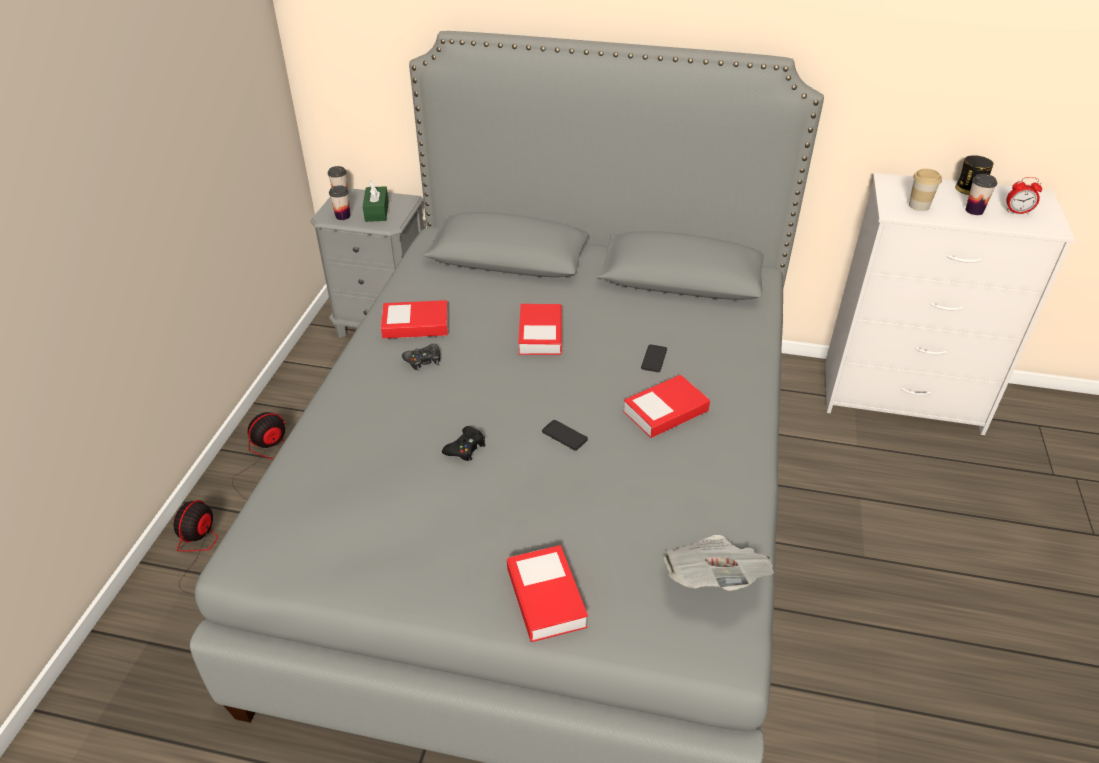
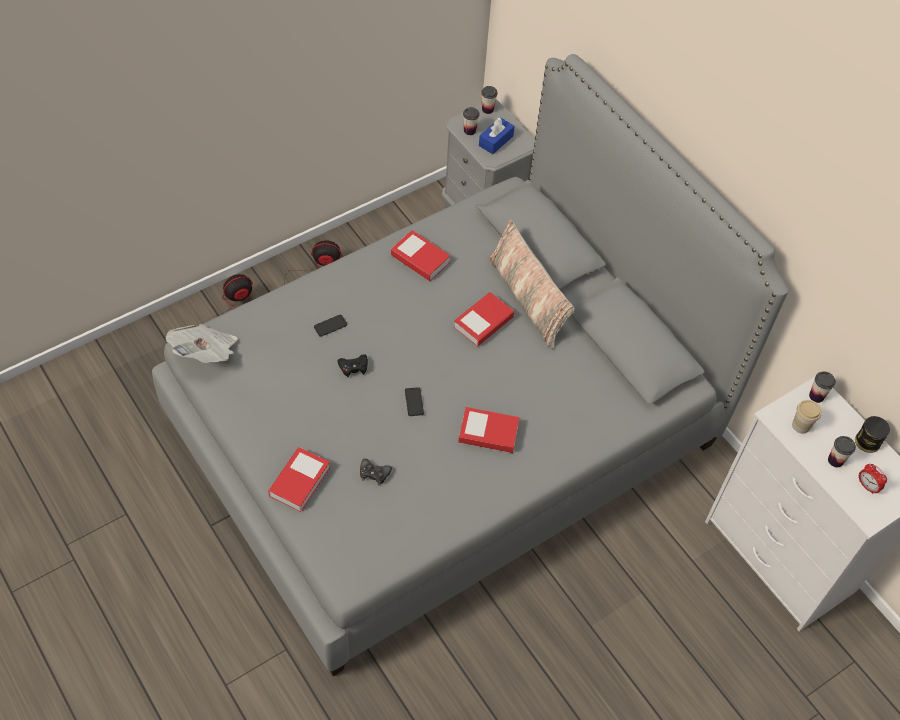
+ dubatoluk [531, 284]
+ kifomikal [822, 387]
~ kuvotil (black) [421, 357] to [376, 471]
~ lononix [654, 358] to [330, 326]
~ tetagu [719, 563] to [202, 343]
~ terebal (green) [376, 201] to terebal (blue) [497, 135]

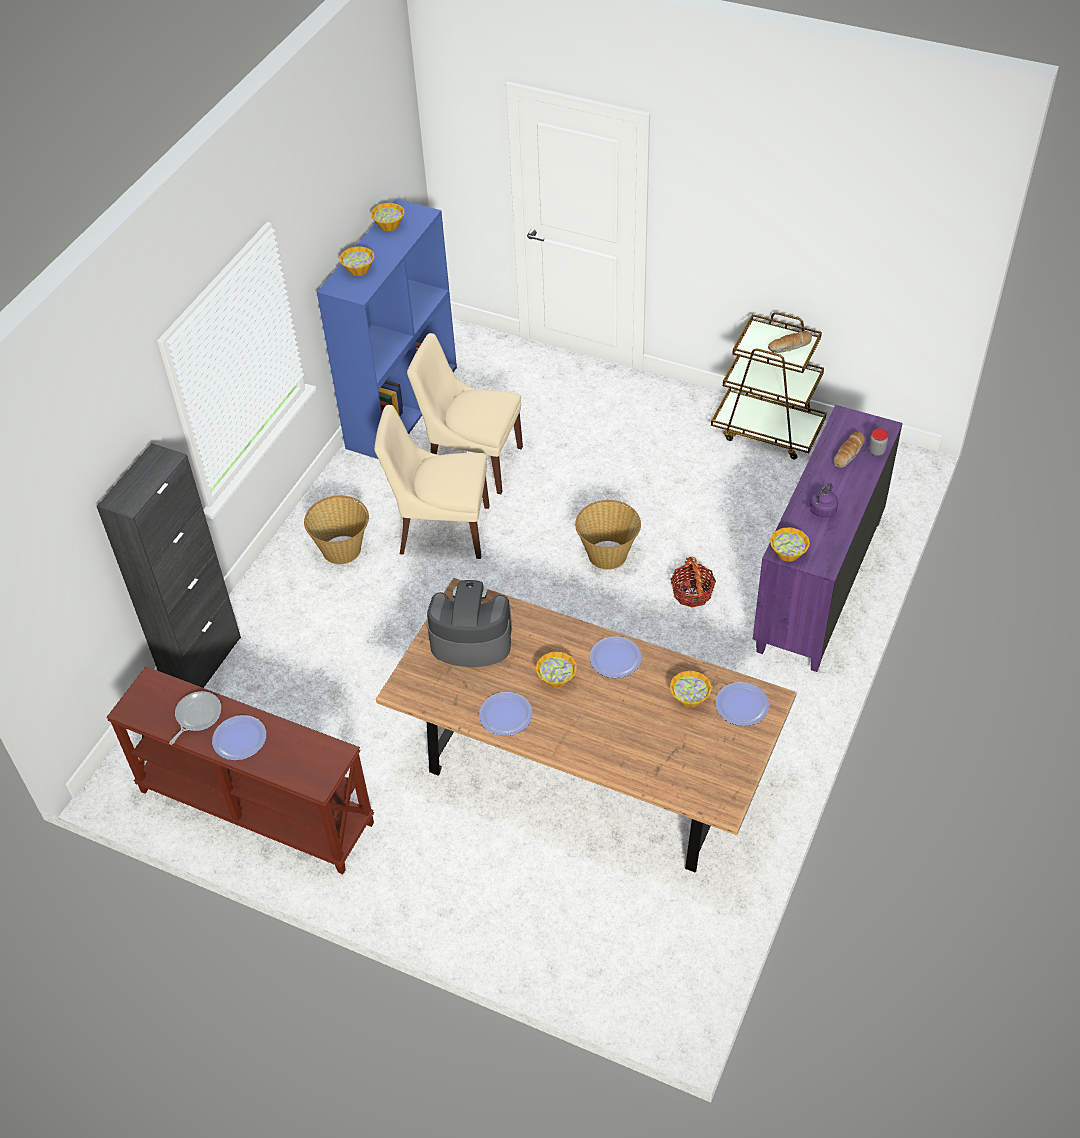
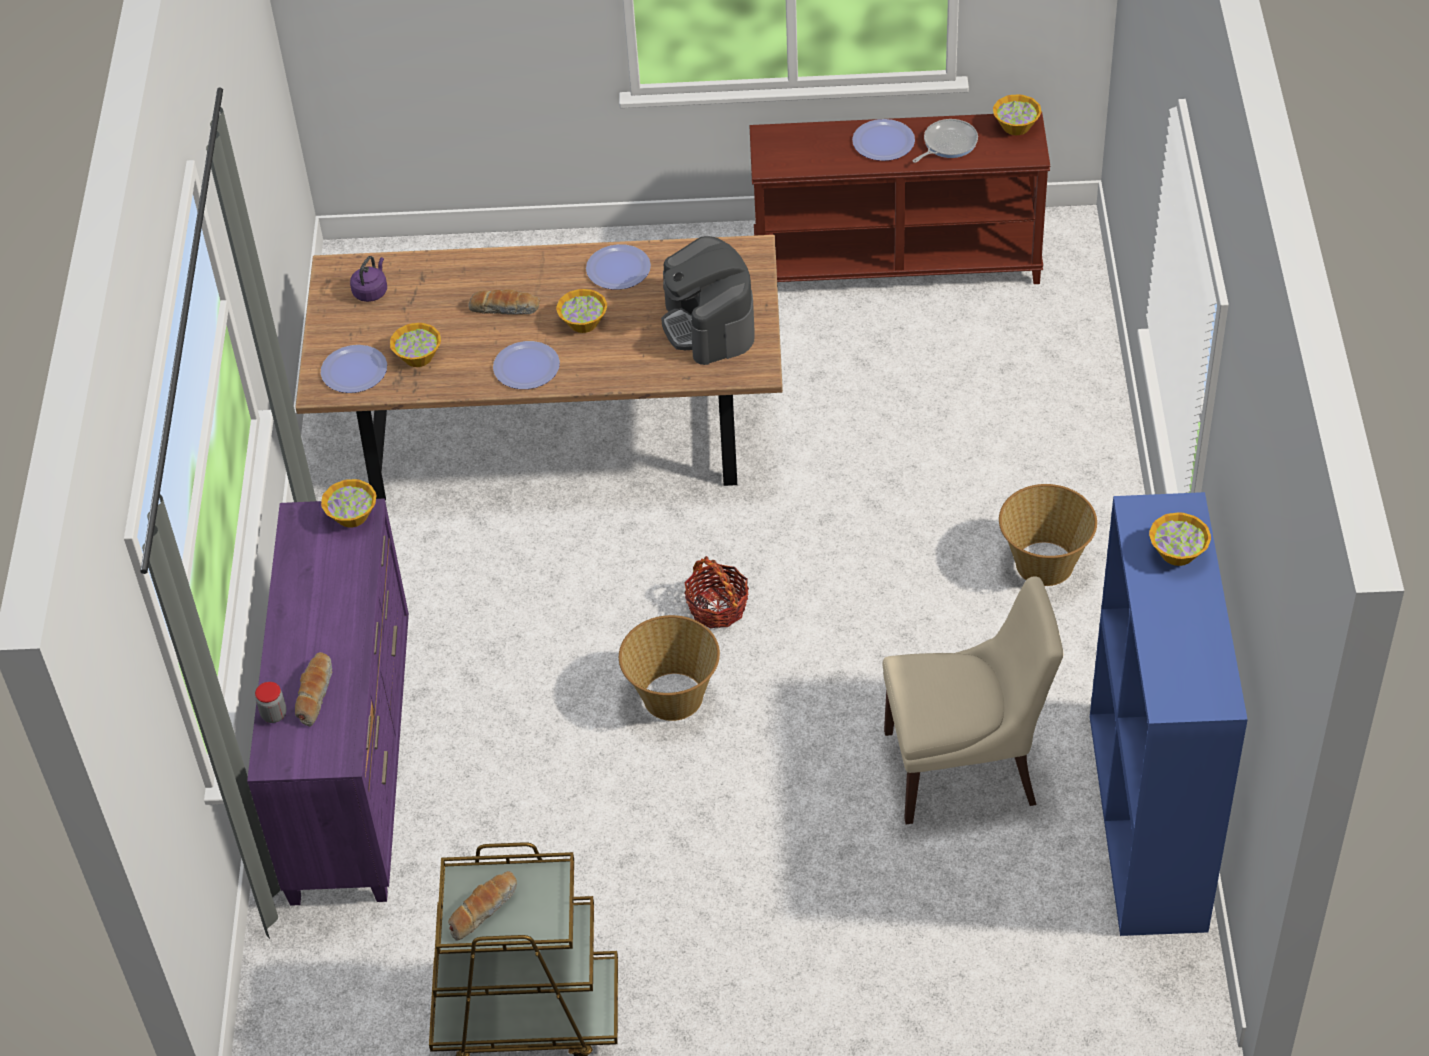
- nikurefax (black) [169, 565]
- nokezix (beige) [432, 482]
+ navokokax [504, 302]
~ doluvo [388, 217] to [1017, 114]
~ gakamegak [693, 582] to [716, 592]
~ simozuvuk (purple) [823, 500] to [368, 279]
~ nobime [195, 718] = [945, 141] 135 degrees counterclockwise
~ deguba [469, 623] = [708, 300] 90 degrees clockwise

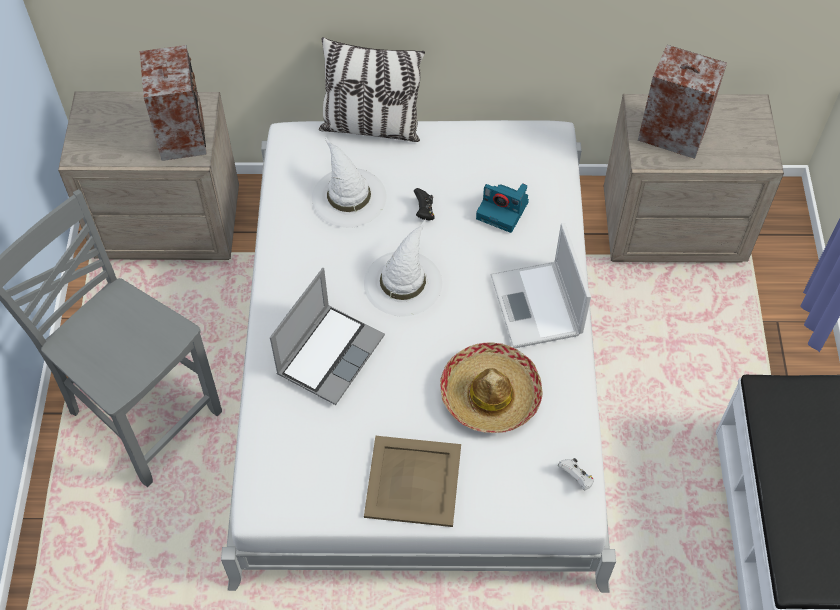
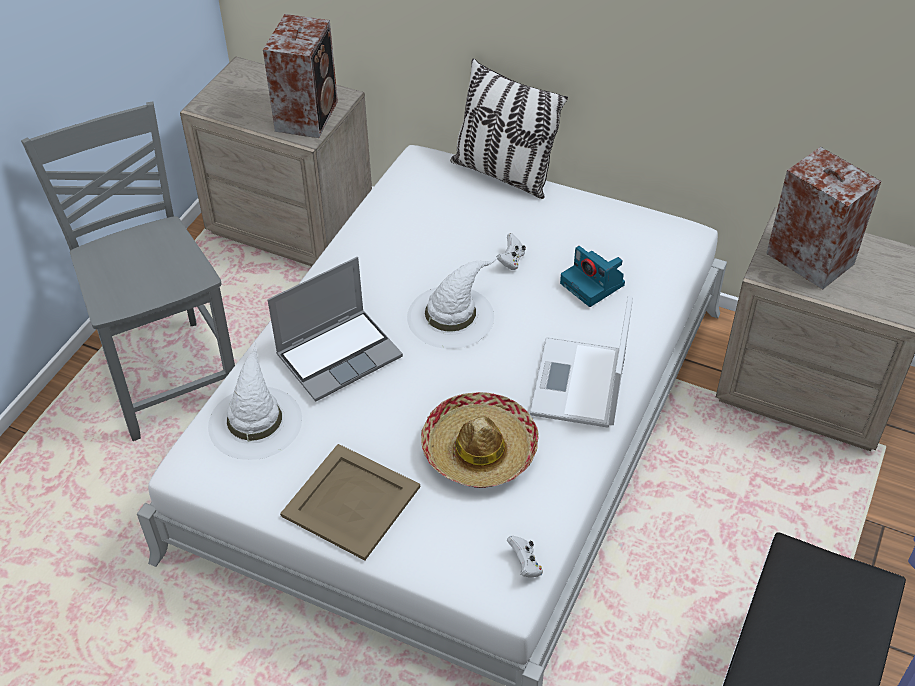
~ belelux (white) [349, 182] to [255, 401]
~ kuvotil (black) [424, 204] to kuvotil (white) [511, 251]

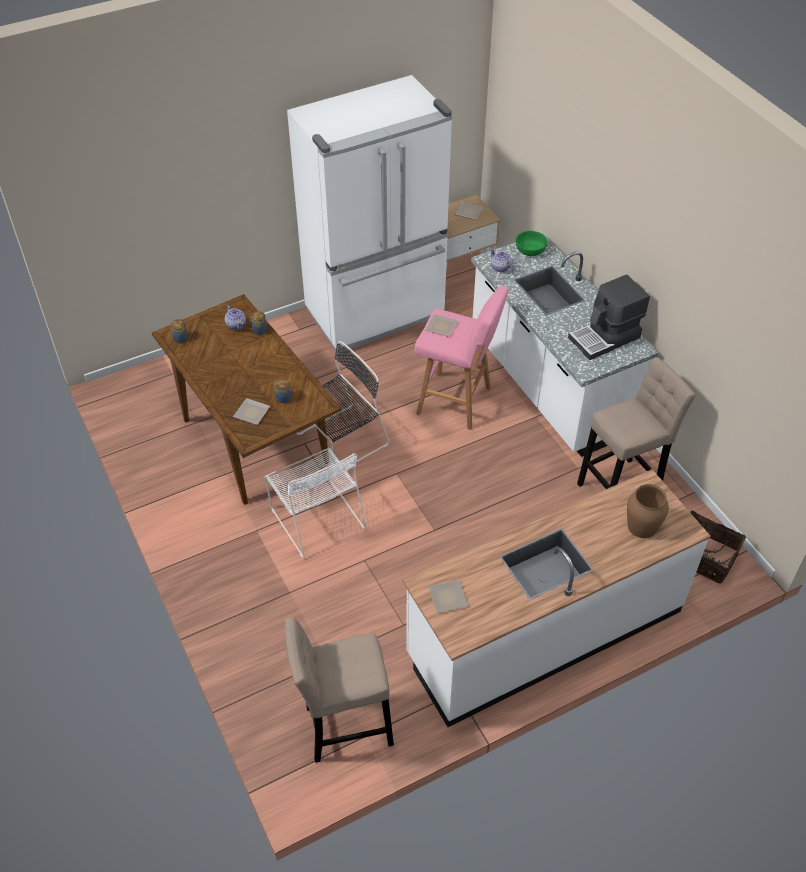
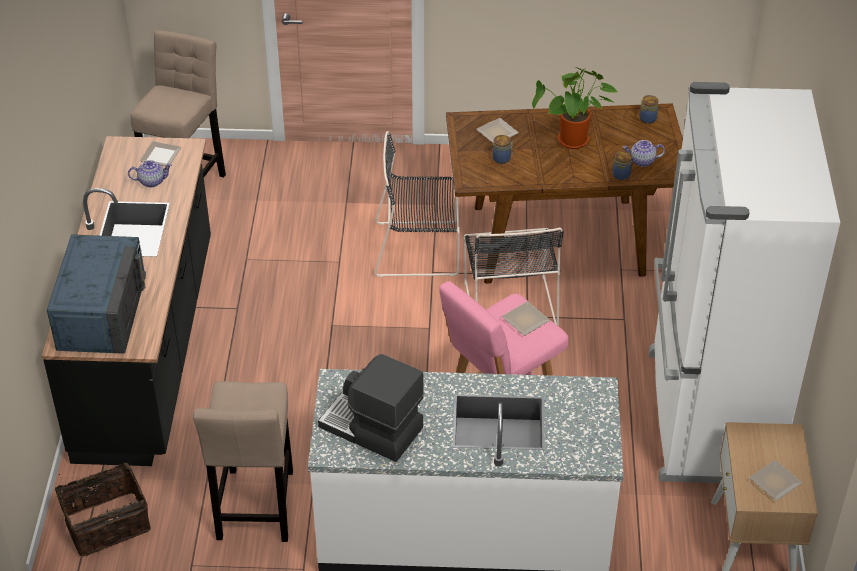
- doluvo (green) [531, 243]
+ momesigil [575, 108]
~ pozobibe [502, 260] to [150, 173]
~ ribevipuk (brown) [648, 511] to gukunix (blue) [96, 294]
~ nokezix (white) [315, 503] to nokezix (black) [417, 204]
~ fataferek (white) [556, 598] to fataferek (black) [126, 301]
~ deguba [609, 317] = [371, 408] 60 degrees counterclockwise

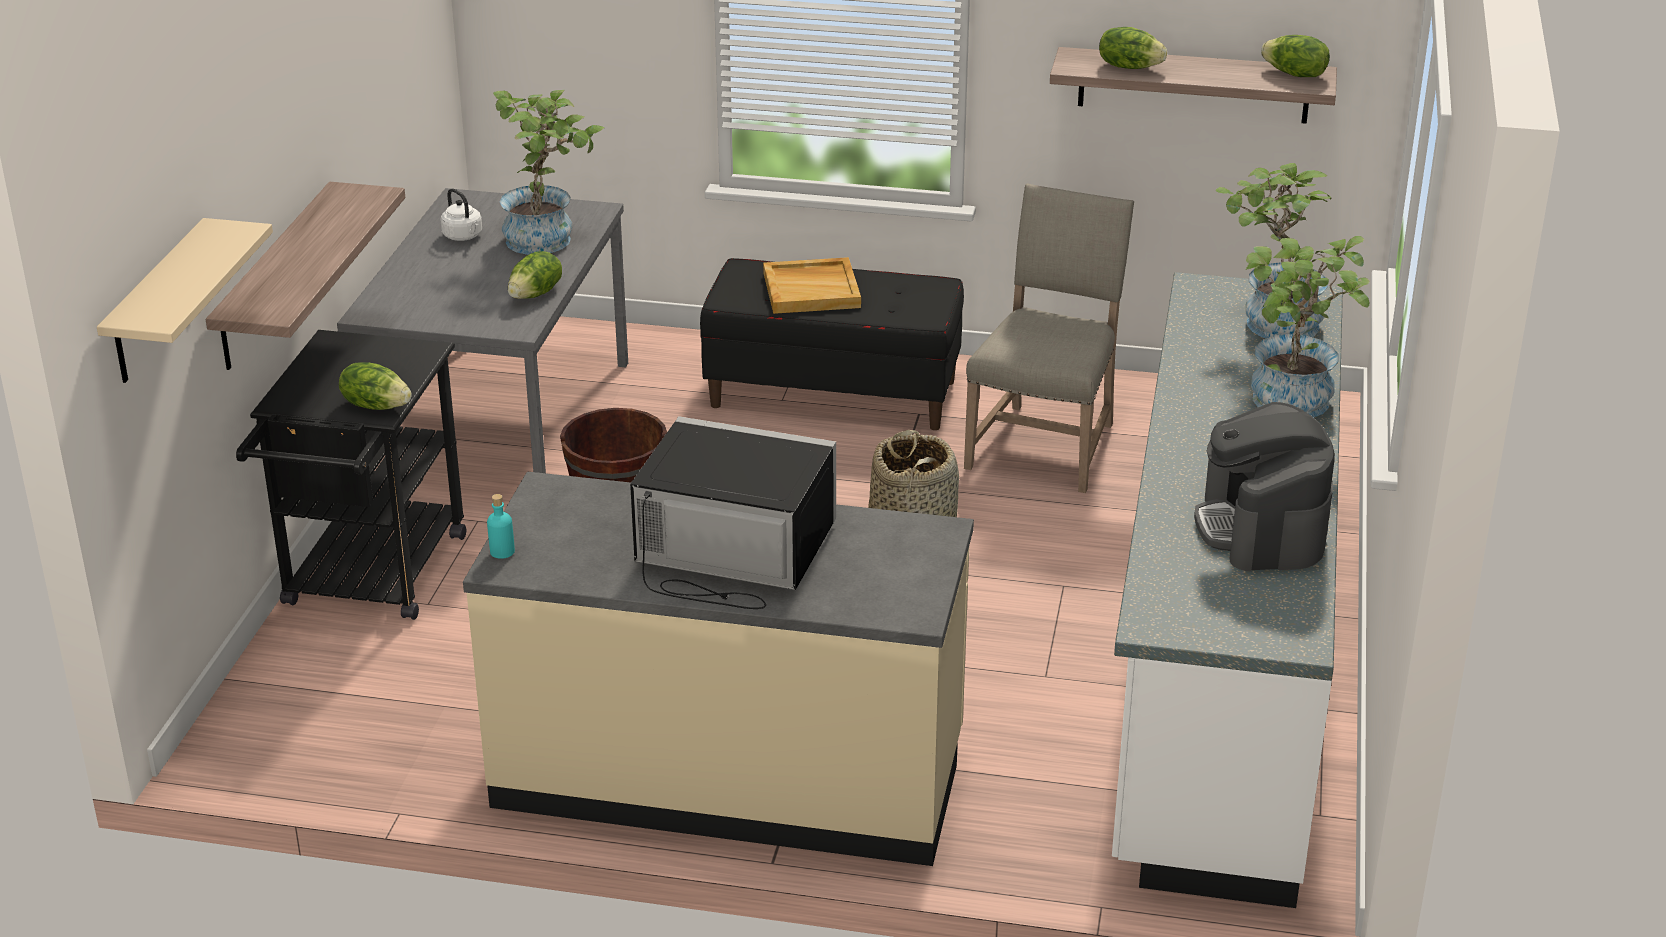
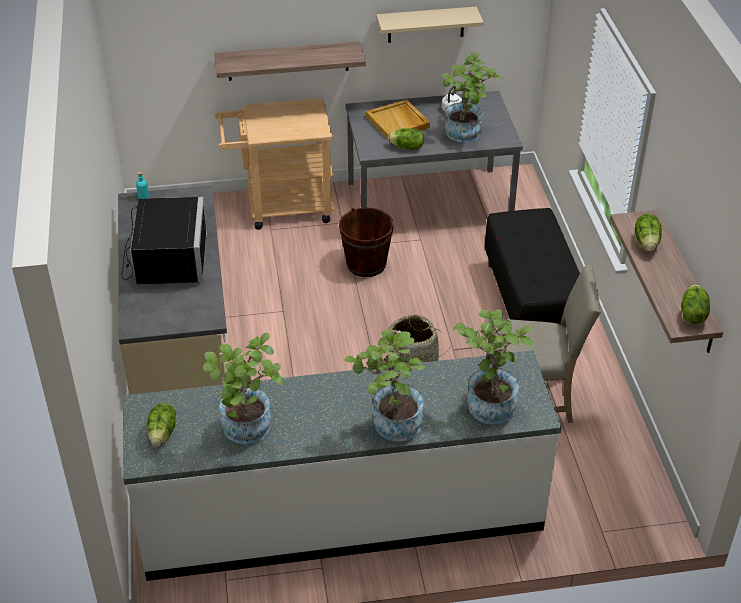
~ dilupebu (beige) [185, 300] to [430, 25]
~ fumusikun [375, 386] to [161, 425]
~ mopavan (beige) [812, 285] to [398, 119]
~ deguba [1264, 486] to momesigil [244, 388]
~ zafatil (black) [351, 475] to zafatil (beige) [275, 164]

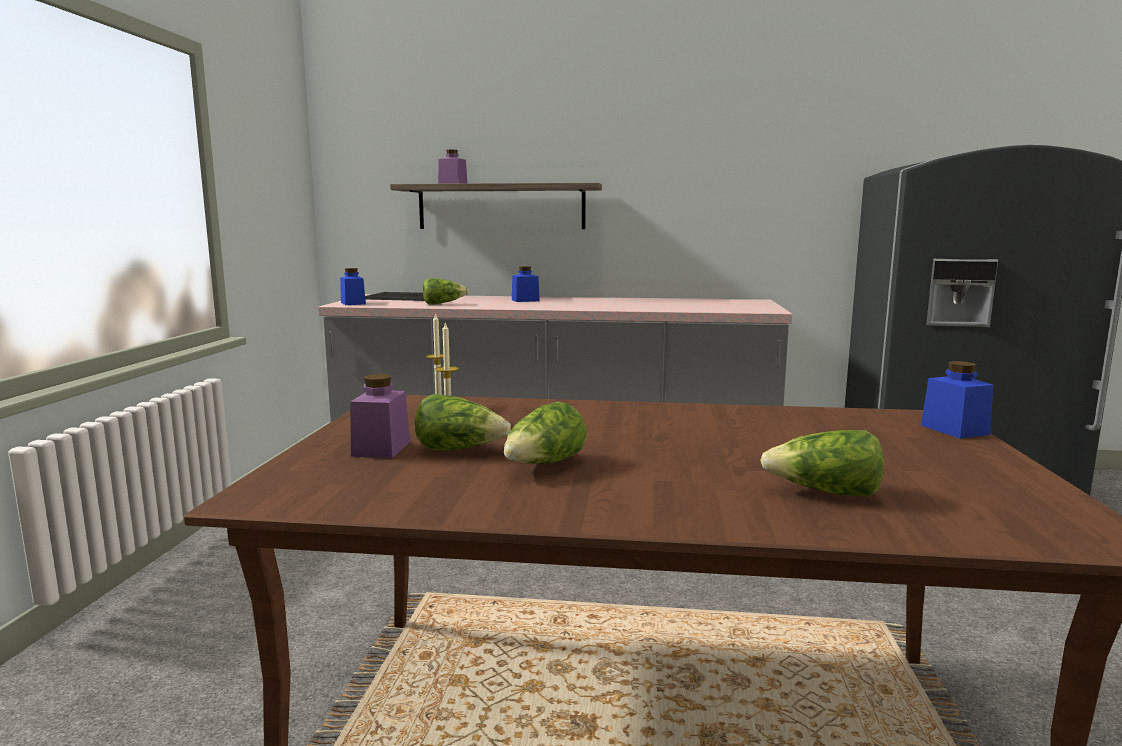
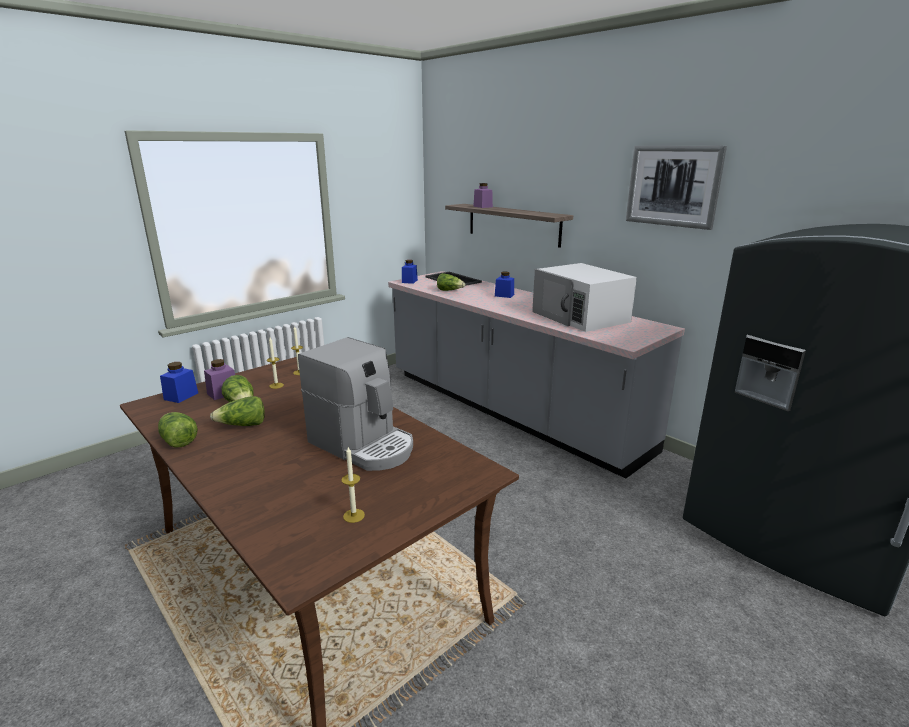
+ deguba [355, 404]
+ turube [353, 485]
+ gukunix (white) [584, 297]
+ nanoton [676, 188]
~ fumusikun [822, 463] to [178, 430]
~ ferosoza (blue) [957, 400] to [179, 382]

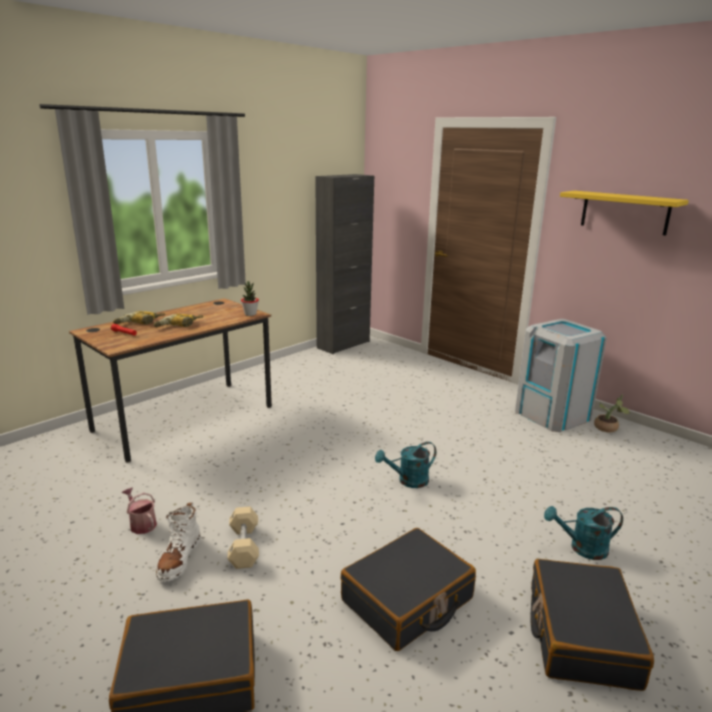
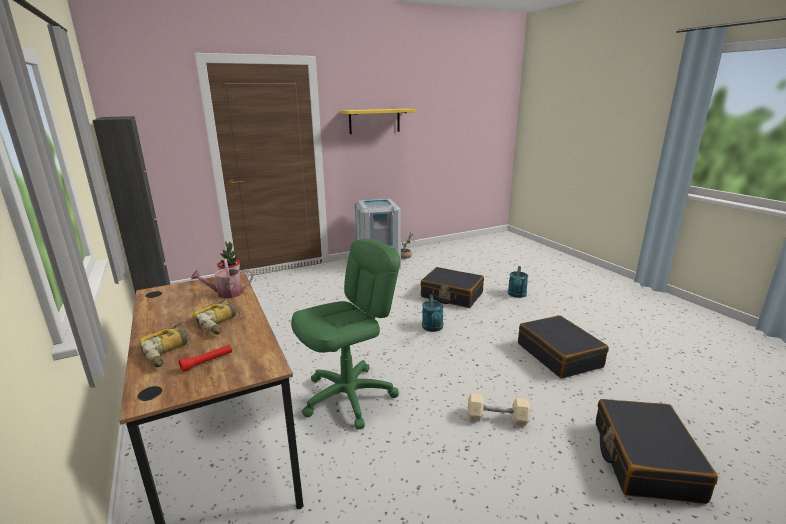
- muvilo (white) [178, 541]
+ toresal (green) [345, 334]
~ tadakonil [139, 511] to [222, 279]
~ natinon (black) [592, 625] to [452, 287]

